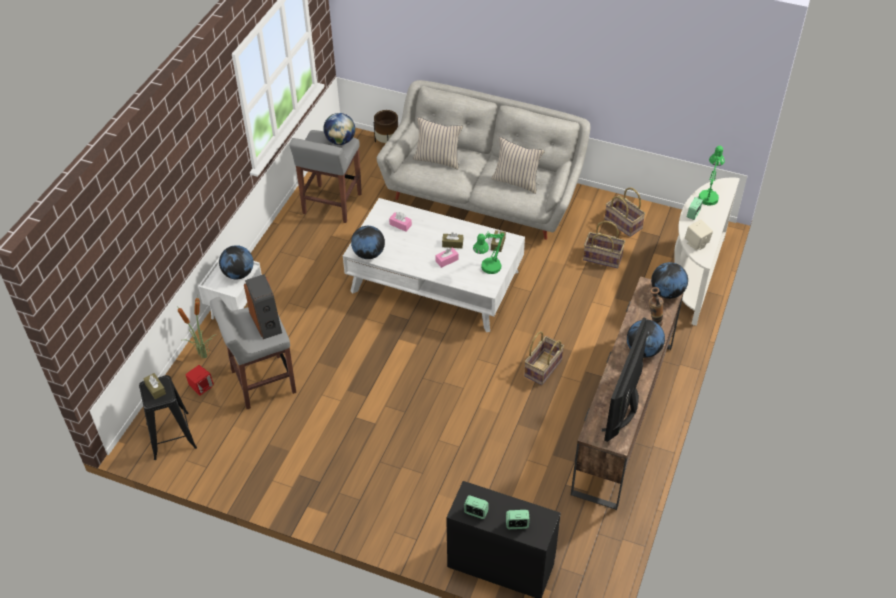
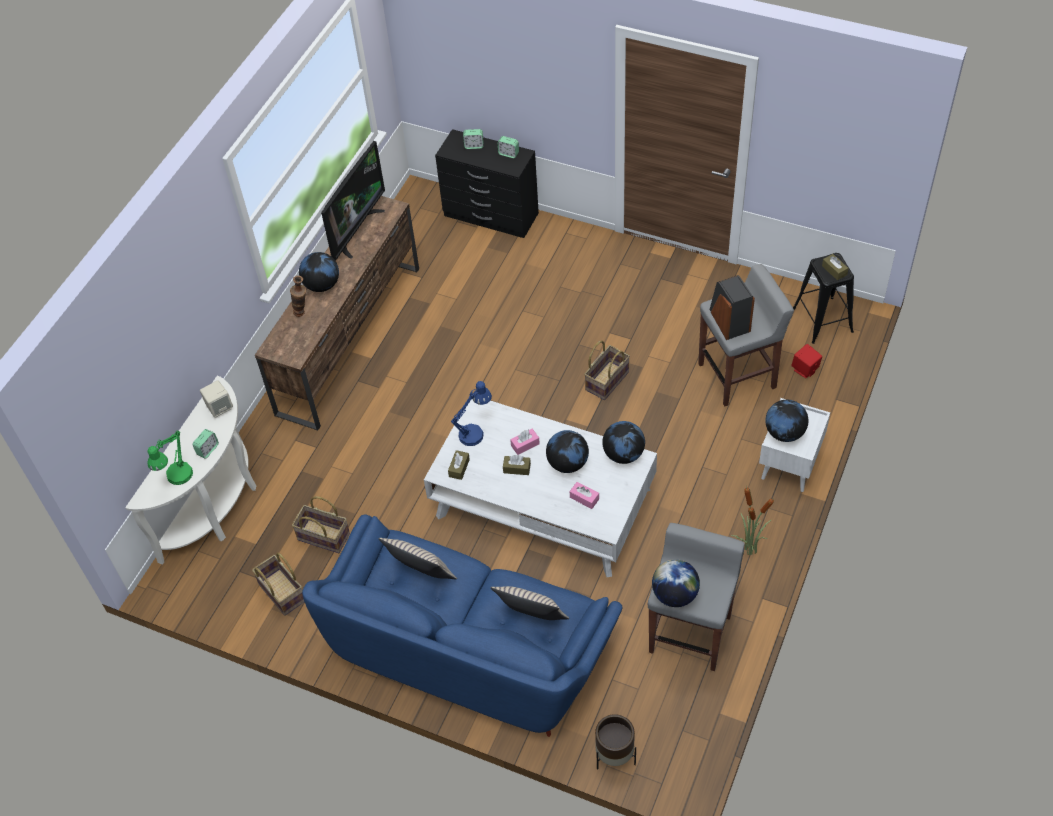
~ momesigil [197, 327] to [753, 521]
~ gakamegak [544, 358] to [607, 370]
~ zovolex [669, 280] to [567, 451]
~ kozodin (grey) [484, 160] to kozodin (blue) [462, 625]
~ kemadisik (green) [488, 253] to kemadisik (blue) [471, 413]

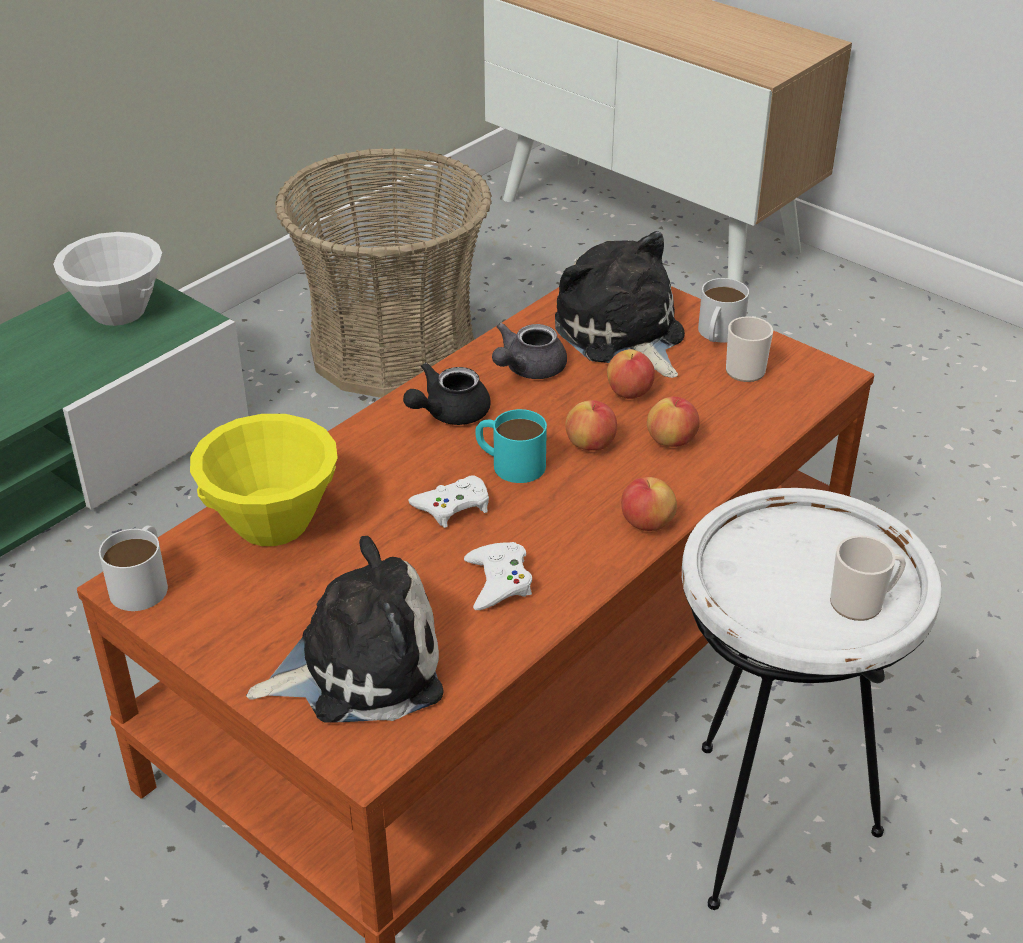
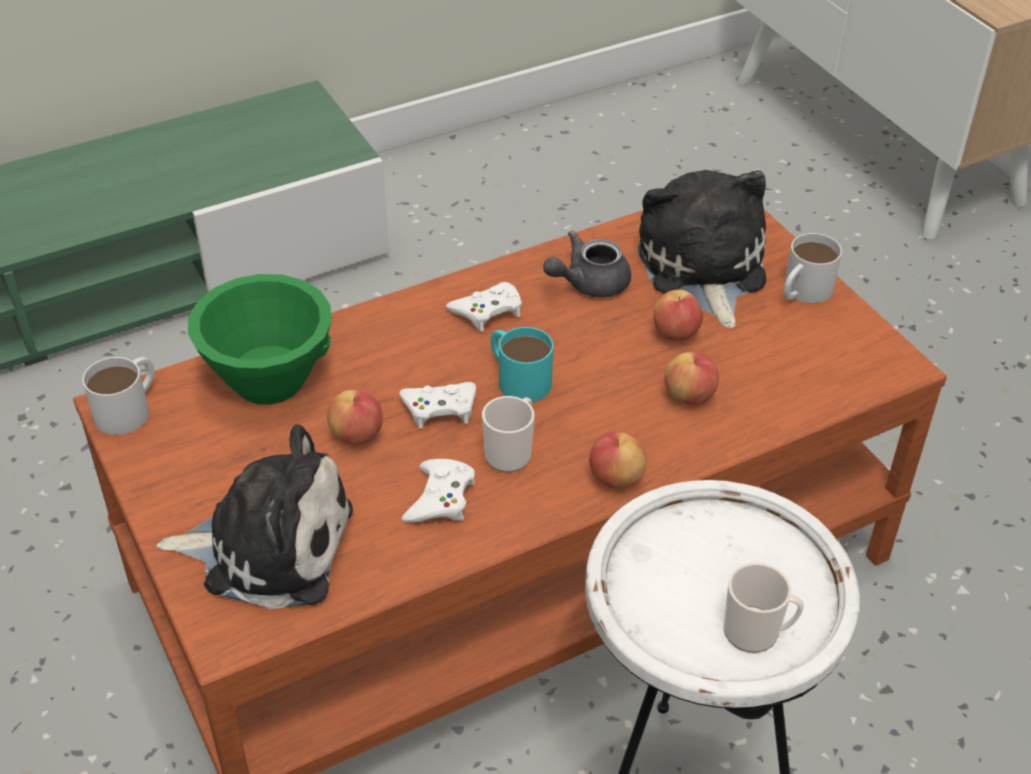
- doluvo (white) [107, 279]
- gakamegak [383, 272]
~ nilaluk [591, 425] to [355, 417]
~ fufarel [749, 349] to [508, 434]
~ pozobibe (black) [447, 393] to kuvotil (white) [484, 306]
~ doluvo (yellow) [264, 480] to doluvo (green) [260, 339]

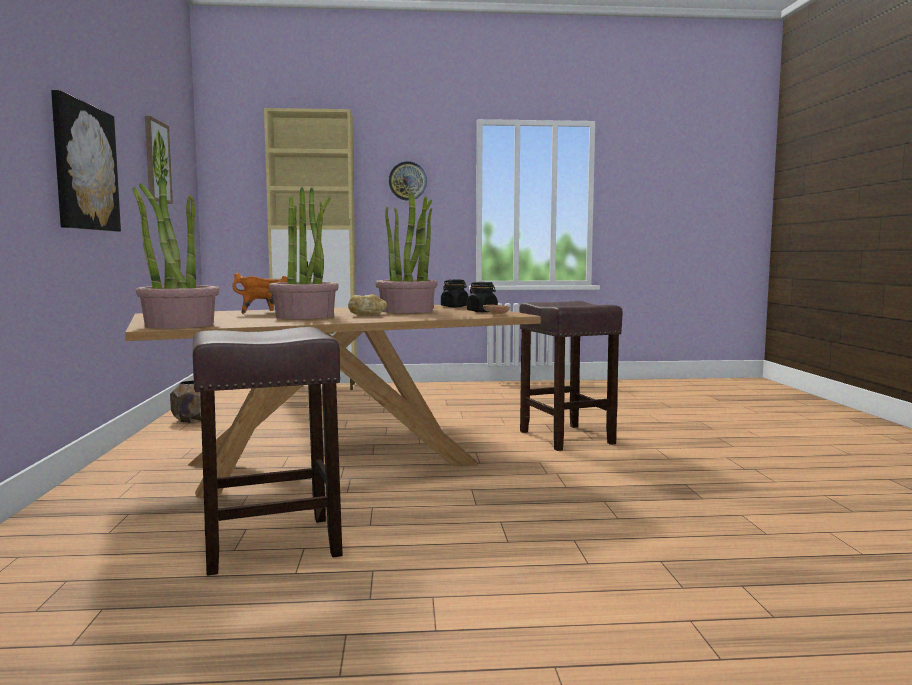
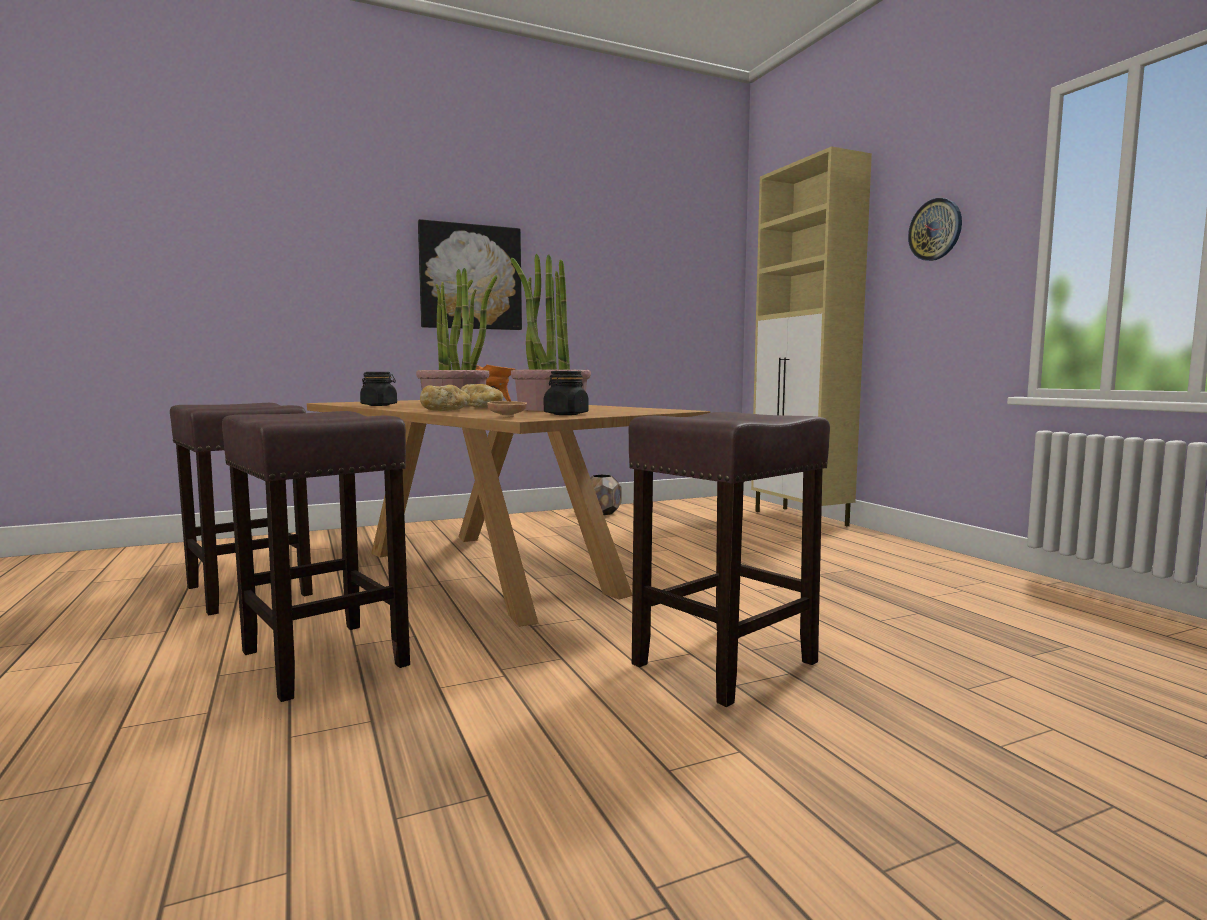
- momesigil [176, 252]
- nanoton [159, 160]
+ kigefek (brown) [316, 556]
+ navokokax [445, 398]
~ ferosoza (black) [455, 293] to [378, 389]

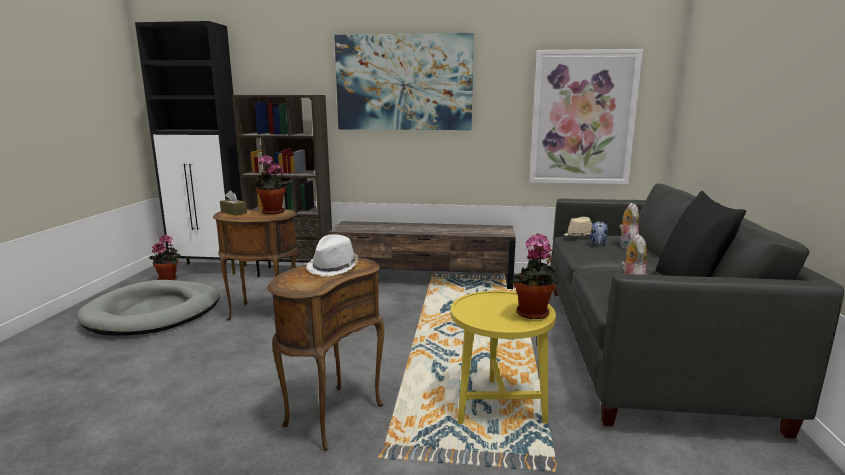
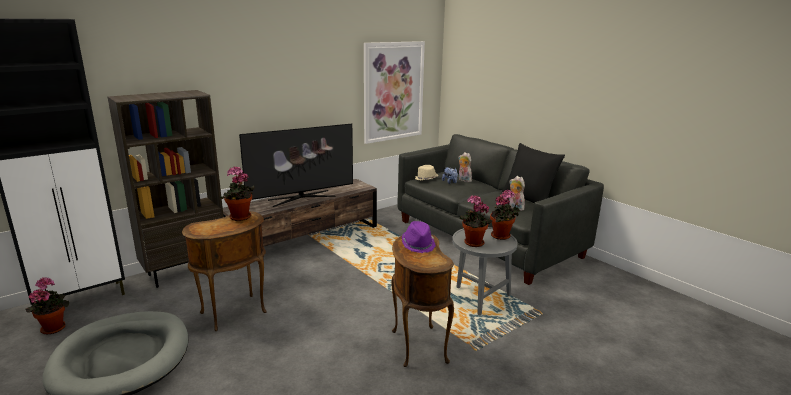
- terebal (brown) [233, 203]
- nanoton [404, 81]
+ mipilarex [296, 165]
+ momesigil [476, 221]
~ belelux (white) [332, 255] to belelux (purple) [419, 237]
~ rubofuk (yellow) [503, 357] to rubofuk (grey) [484, 271]

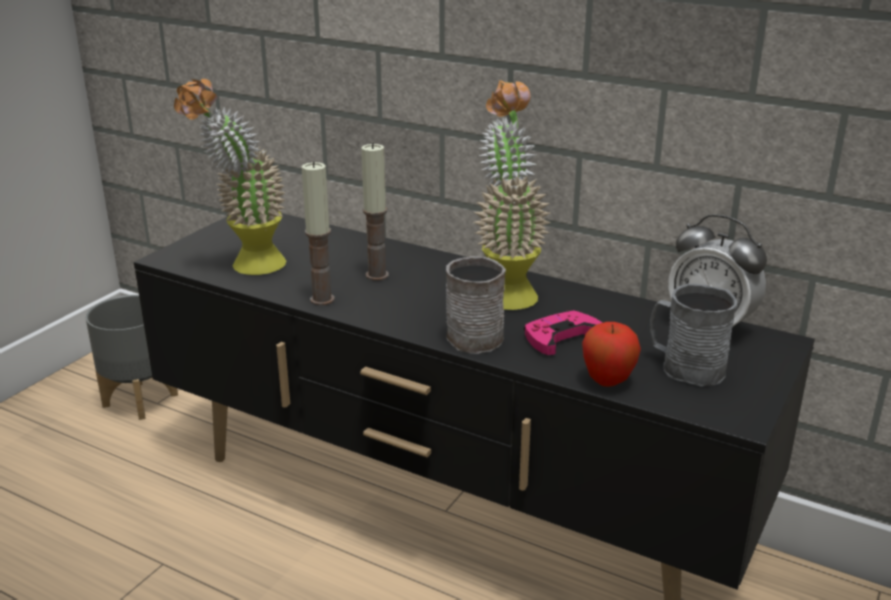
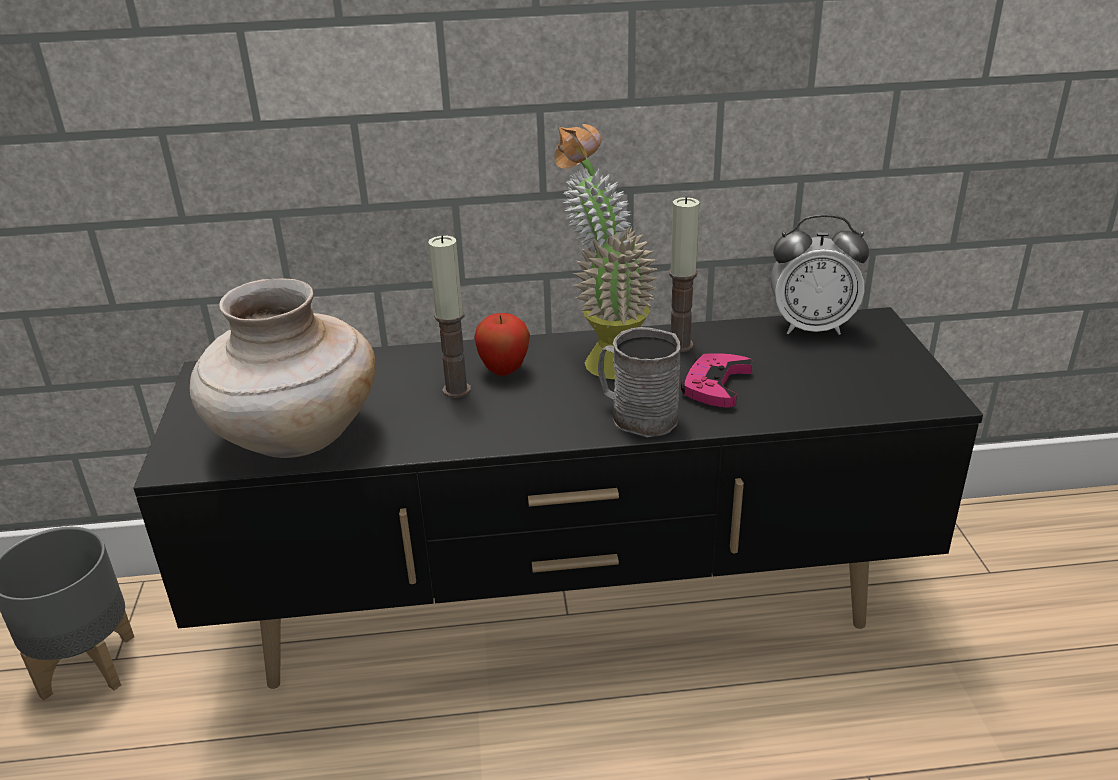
- fufarel (grey) [693, 335]
~ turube [317, 233] to [684, 274]
~ nilaluk [611, 354] to [502, 344]
~ momesigil [230, 177] to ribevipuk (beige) [283, 368]

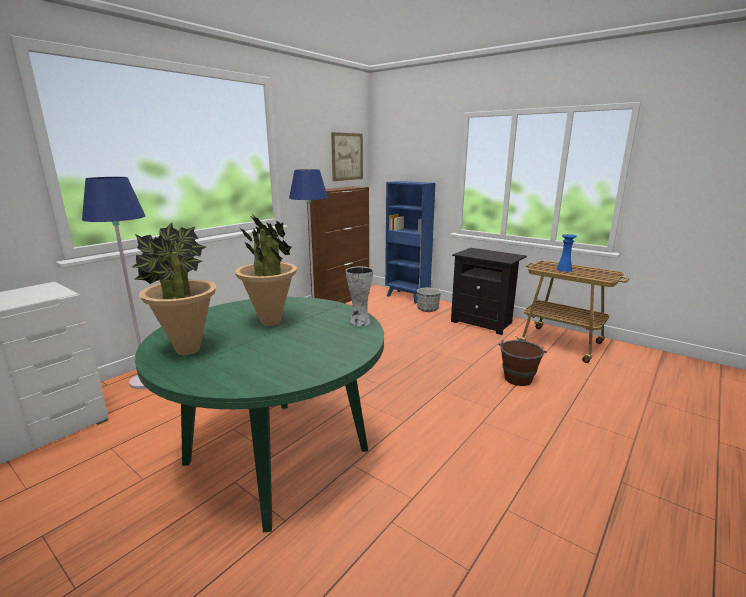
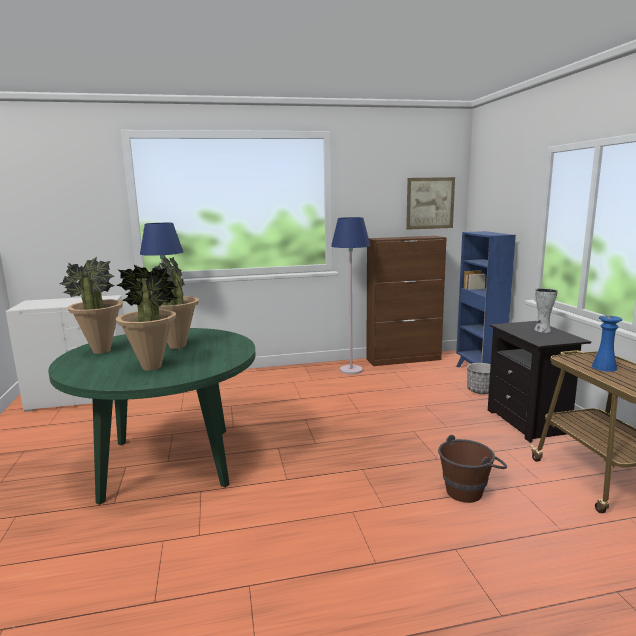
+ momesigil [147, 318]
~ ribevipuk [359, 297] to [546, 310]

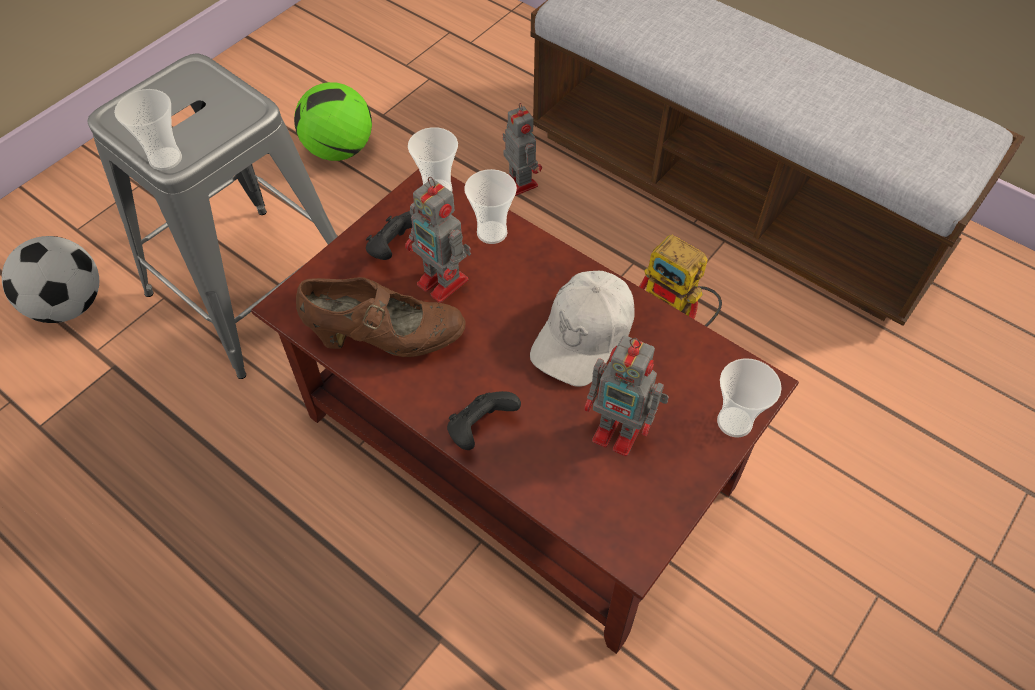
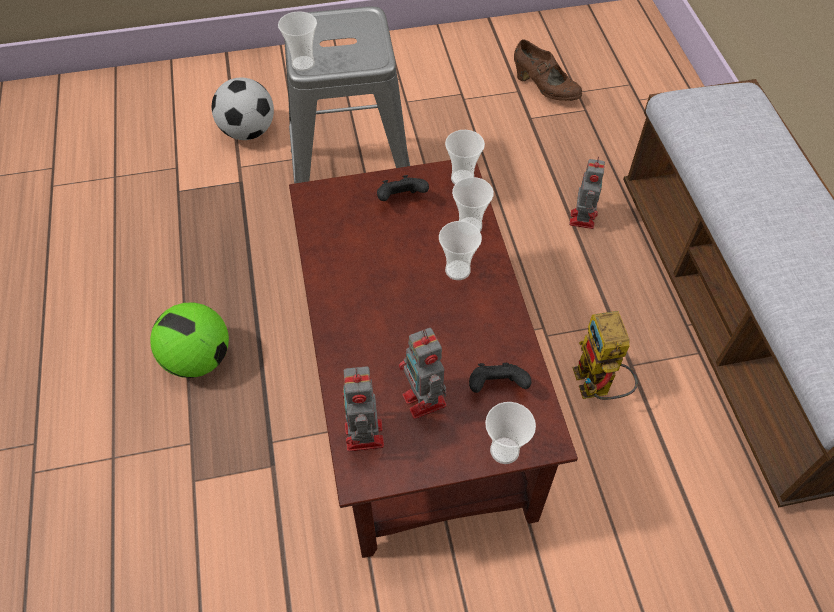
- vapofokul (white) [582, 329]
+ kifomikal [460, 250]
~ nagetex [333, 121] to [189, 340]
~ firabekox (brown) [380, 317] to [548, 70]
~ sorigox [438, 240] to [363, 409]
~ kuvotil (black) [484, 420] to [500, 378]

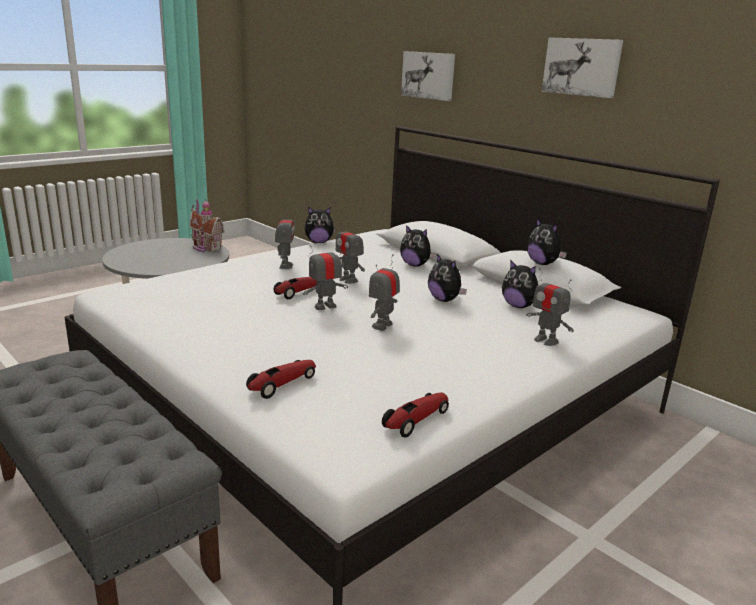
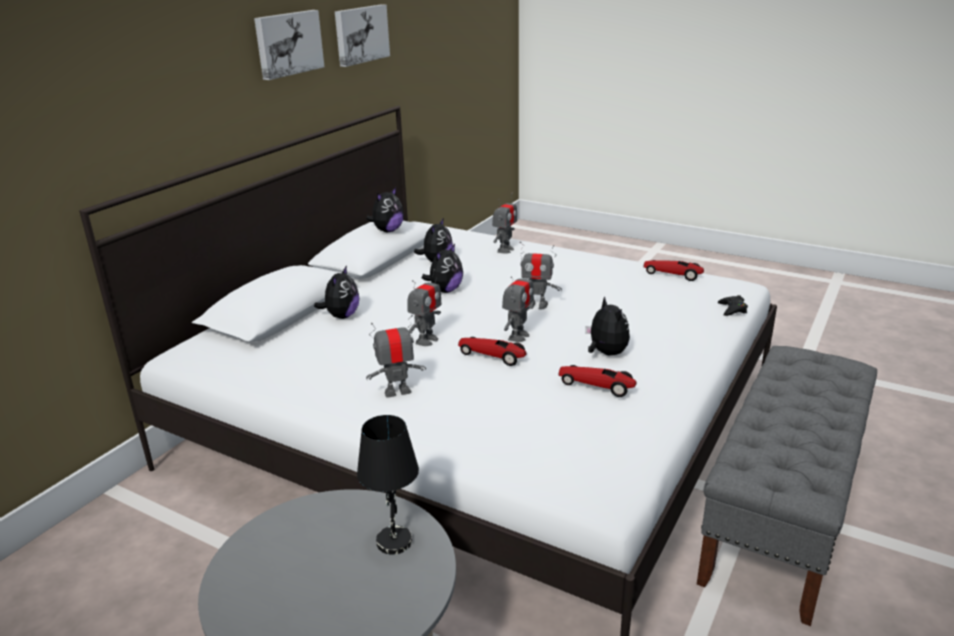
- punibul [207, 225]
+ kemadisik (black) [388, 485]
+ kuvotil (black) [733, 305]
~ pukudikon [281, 379] to [597, 381]
~ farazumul [320, 225] to [608, 326]
~ nanoton [428, 76] to [362, 35]
~ sorigox [325, 275] = [518, 303] 105 degrees counterclockwise

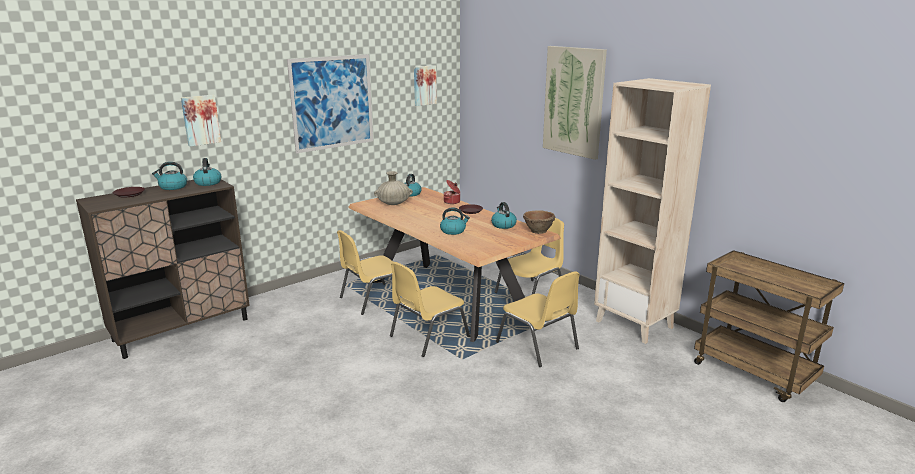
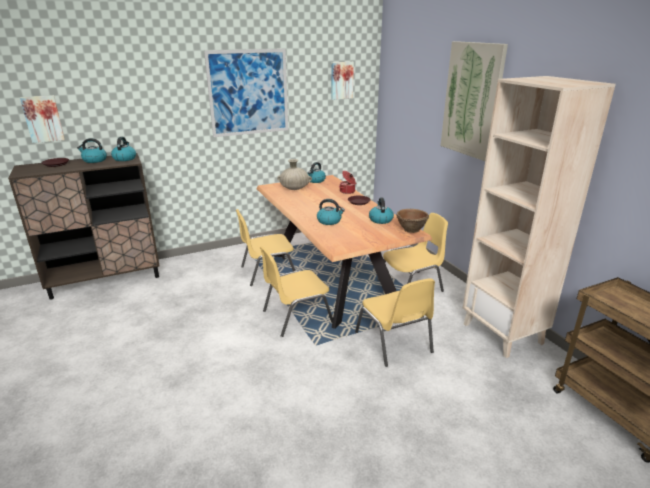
~ nanoton [201, 120] to [42, 119]

